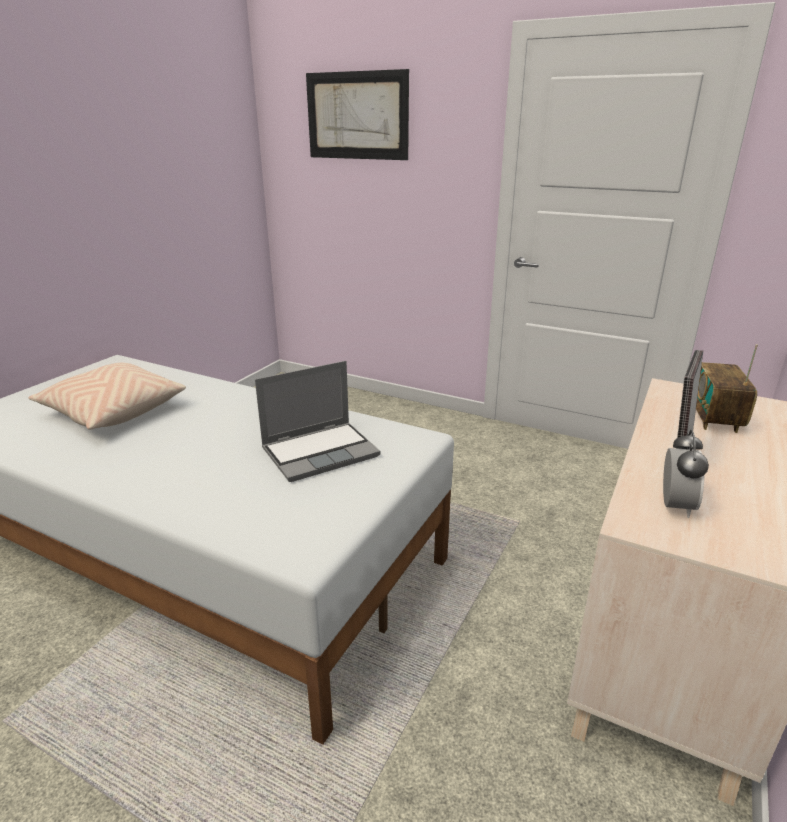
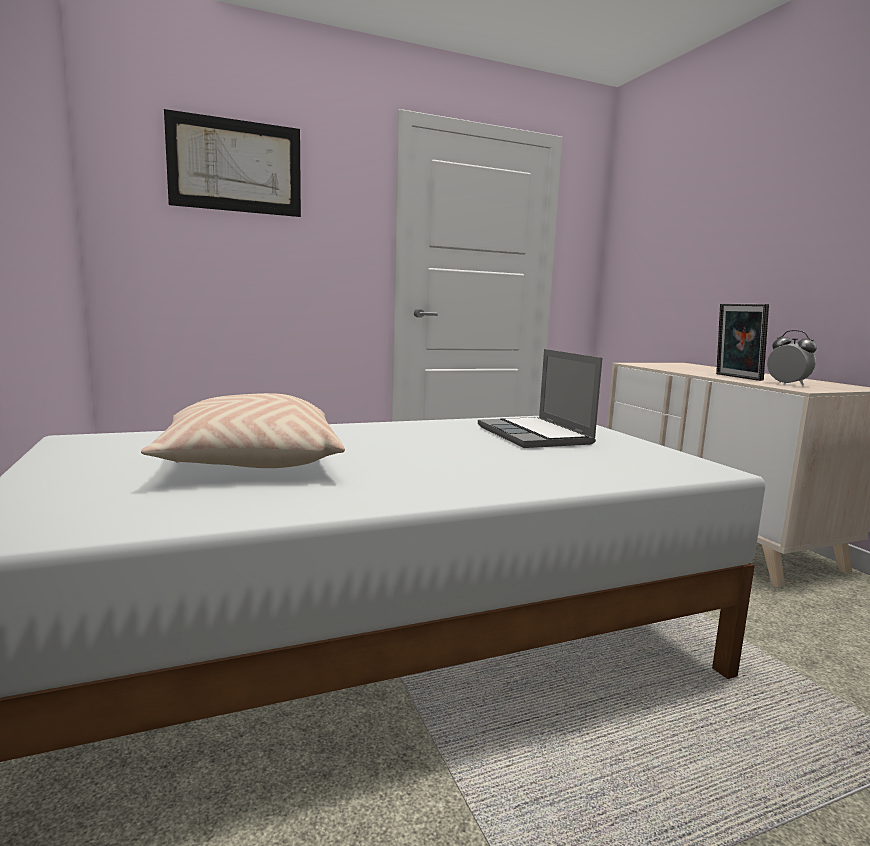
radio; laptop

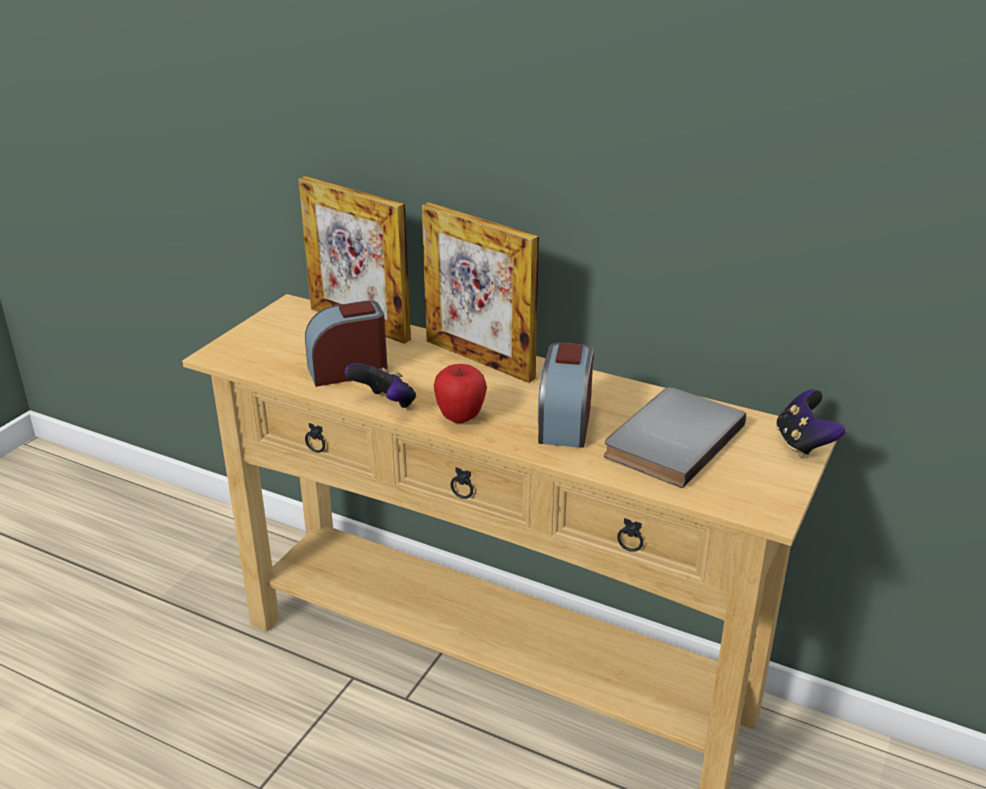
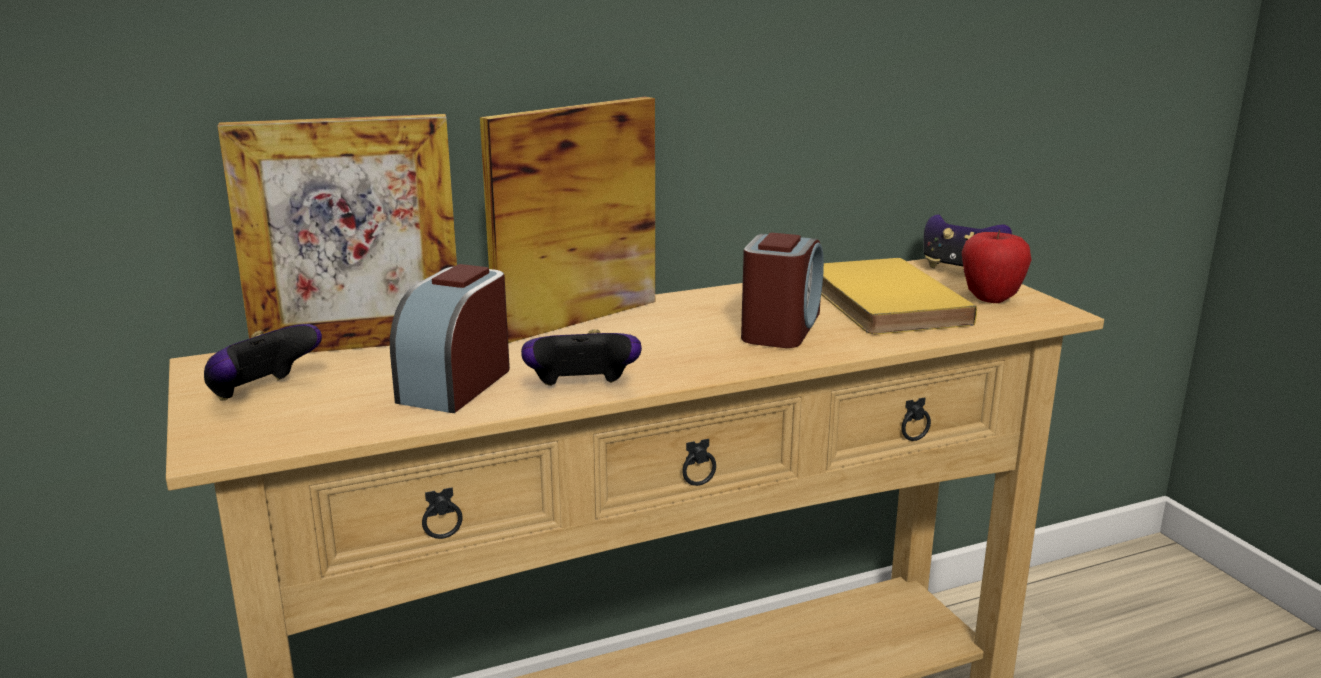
game controller (no. 1 from left); apple; yellow book; picture frame (no. 2 from left); alarm clock (no. 2 from left)

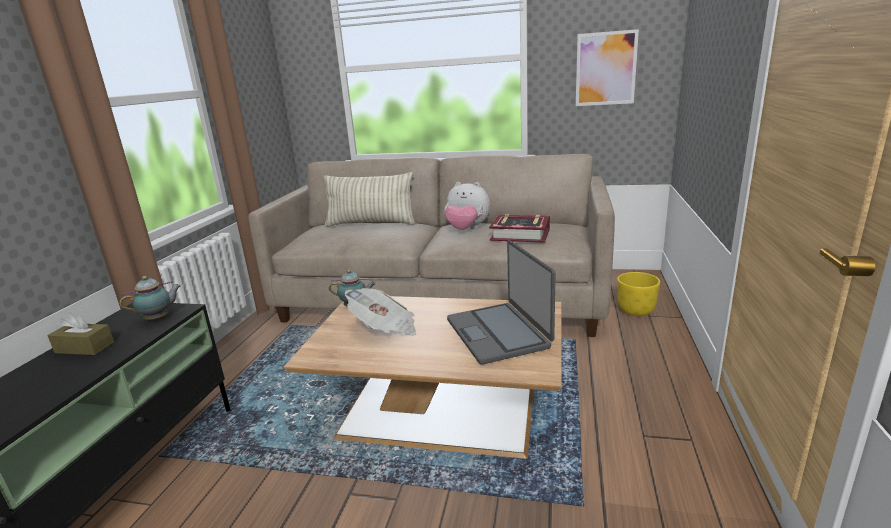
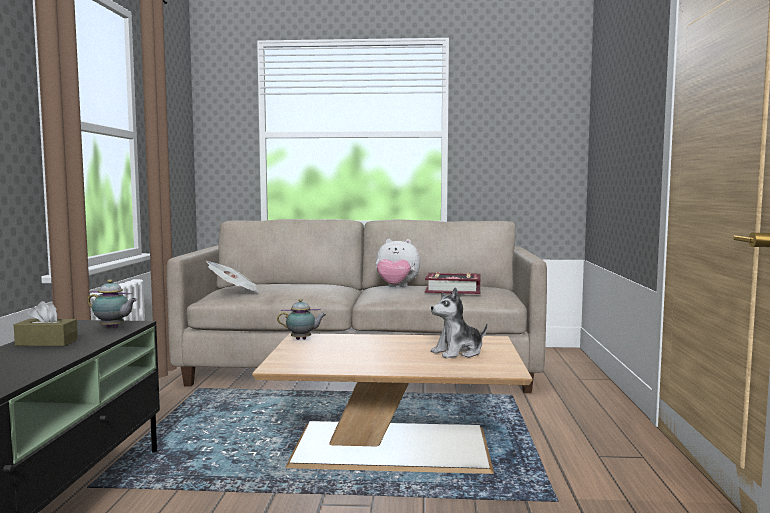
pillow; picture; yellow planter; newspaper; plush toy (no. 2 from left); teapot (no. 1 from left)

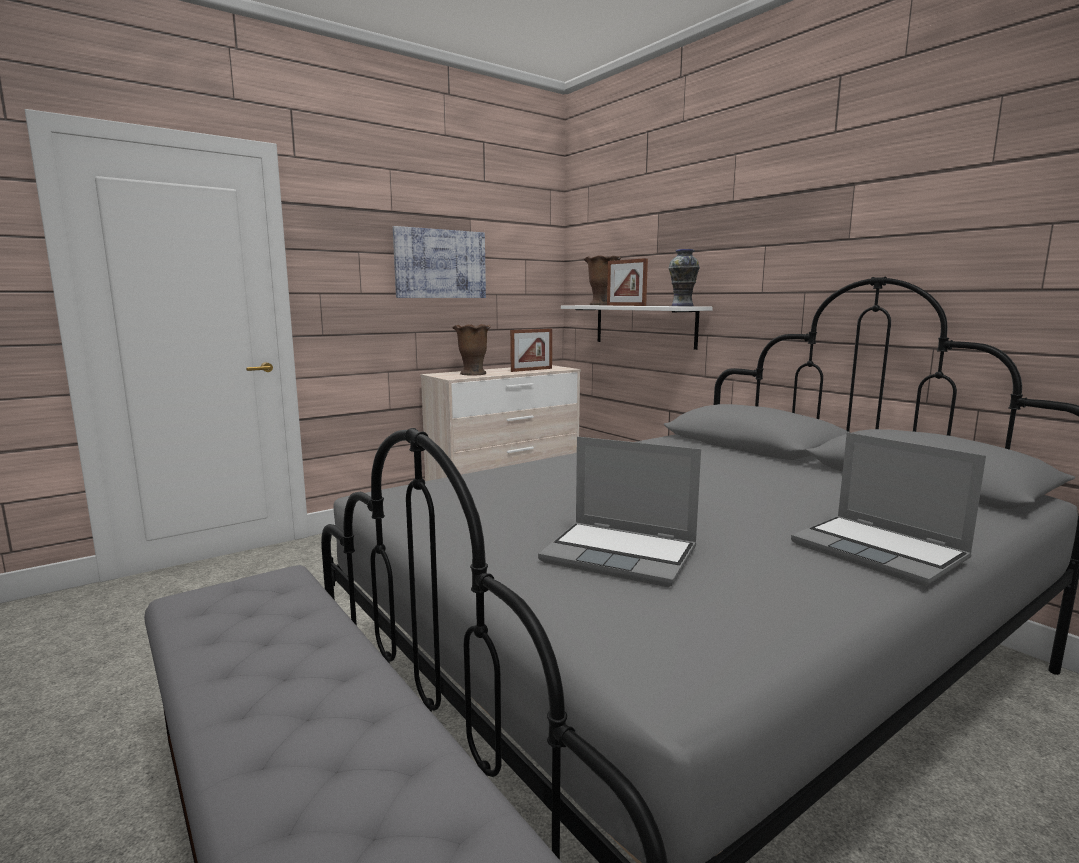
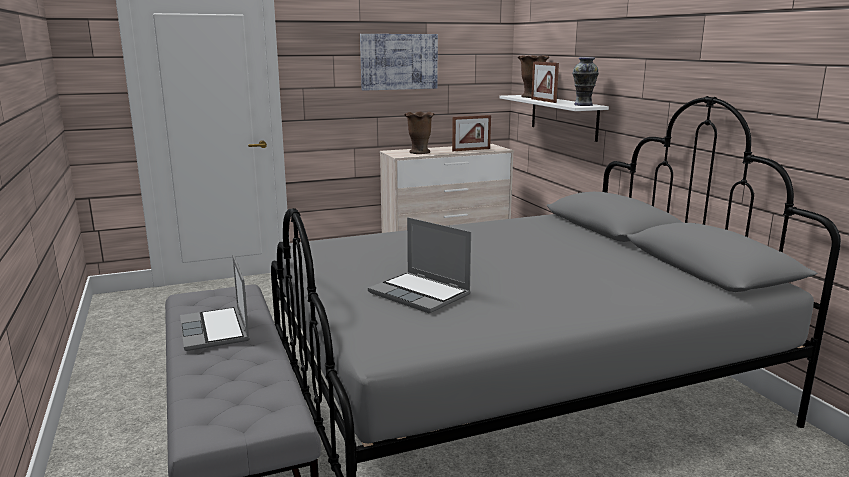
laptop (no. 1 from left)

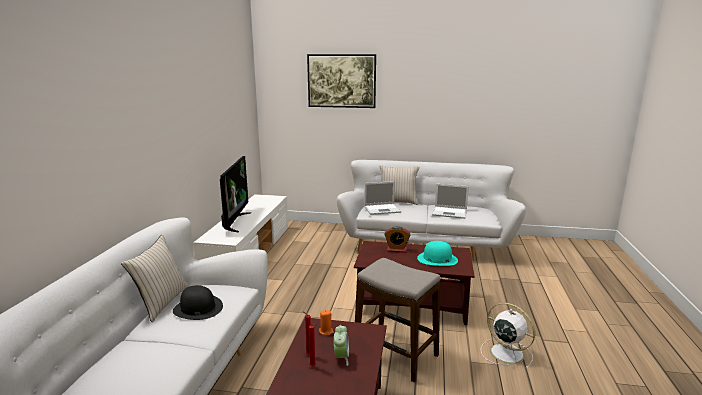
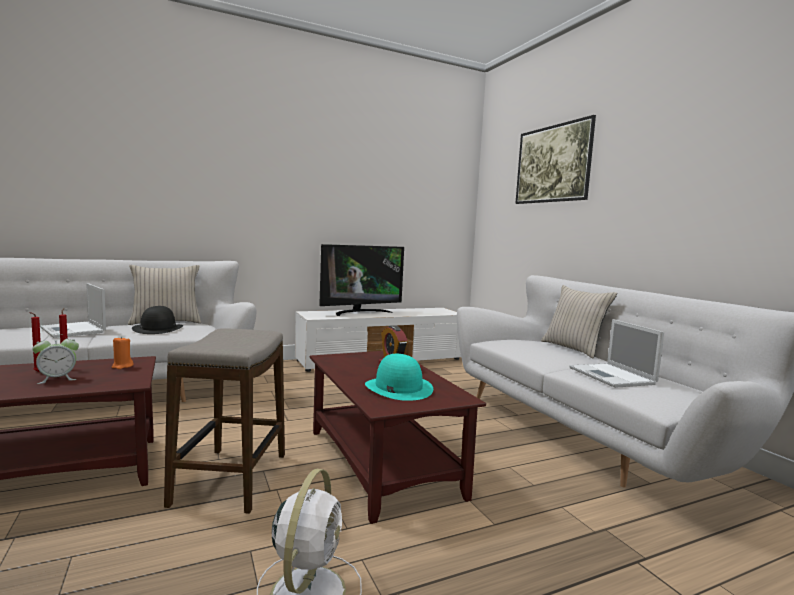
laptop (no. 1 from left)

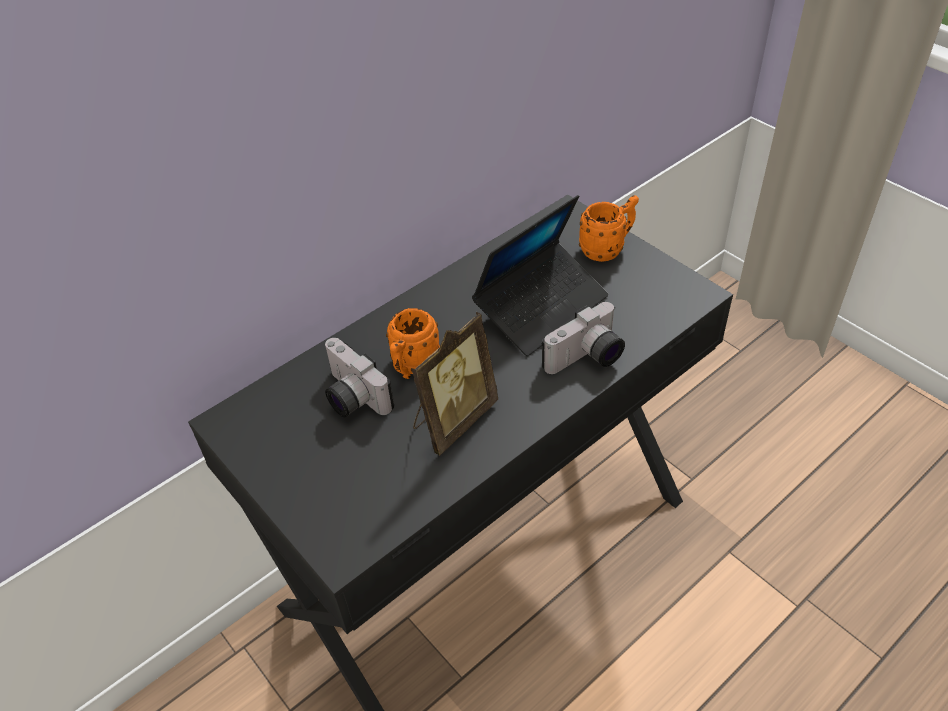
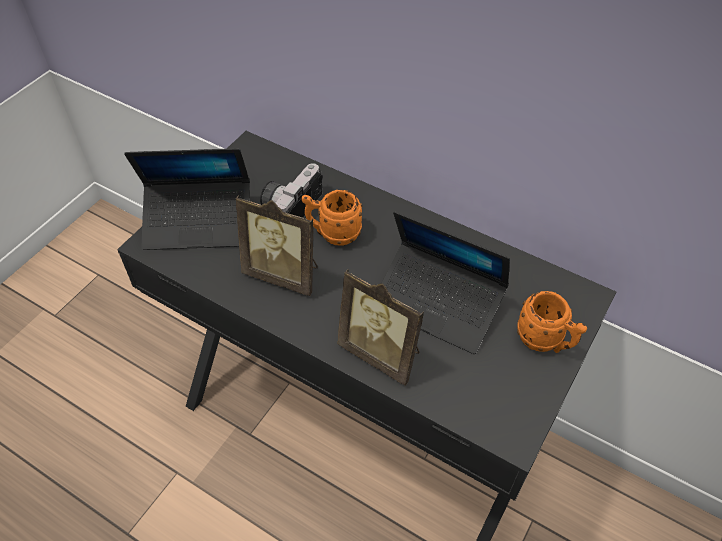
laptop (no. 1 from left); picture frame (no. 2 from left)

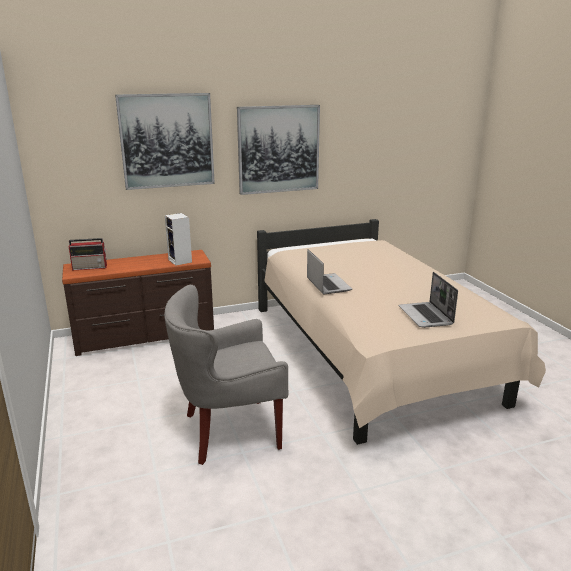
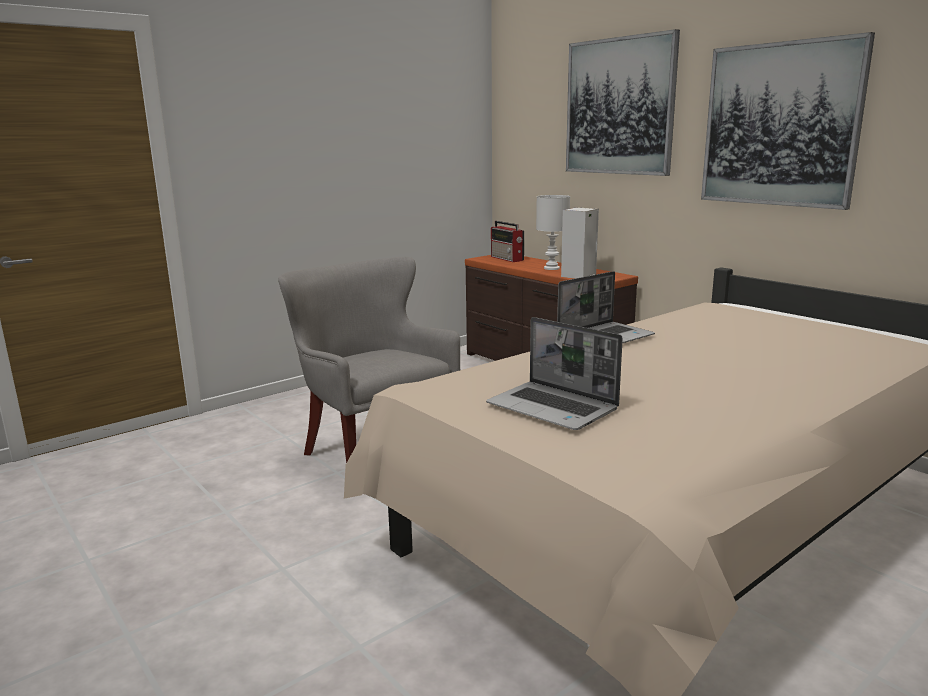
white table lamp; laptop (no. 1 from left)

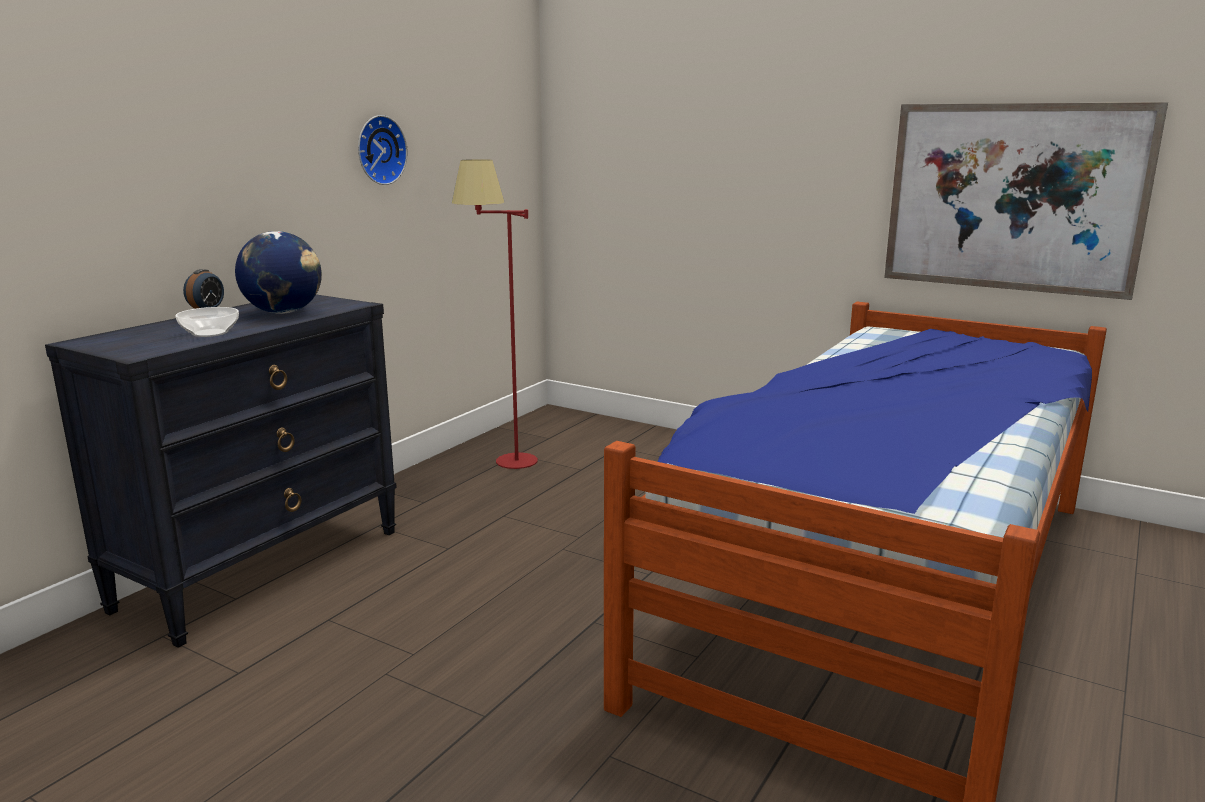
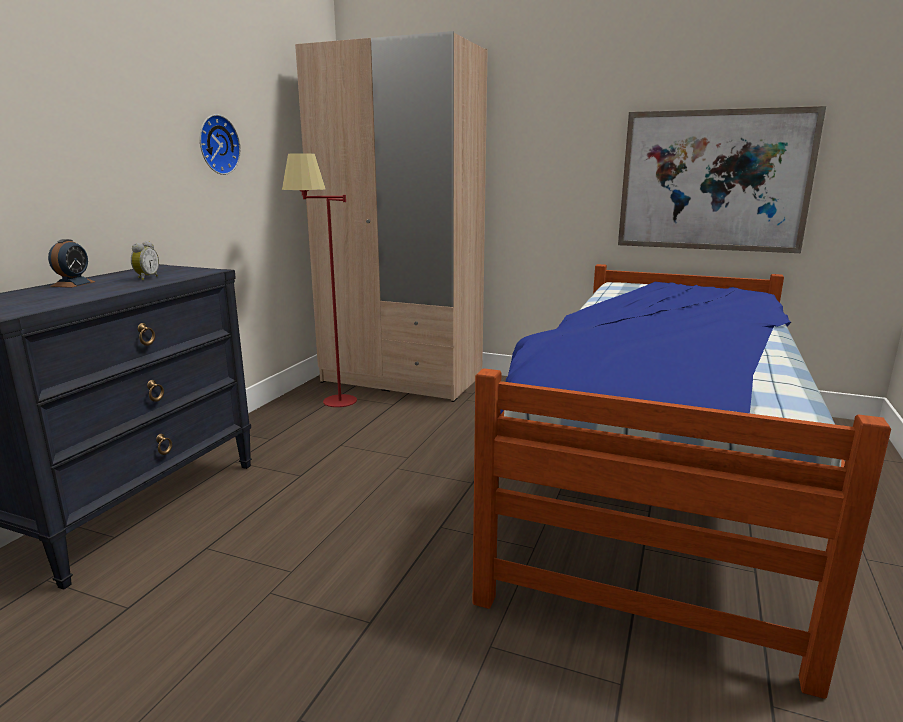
bowl; beige wardrobe; alarm clock (no. 2 from left)

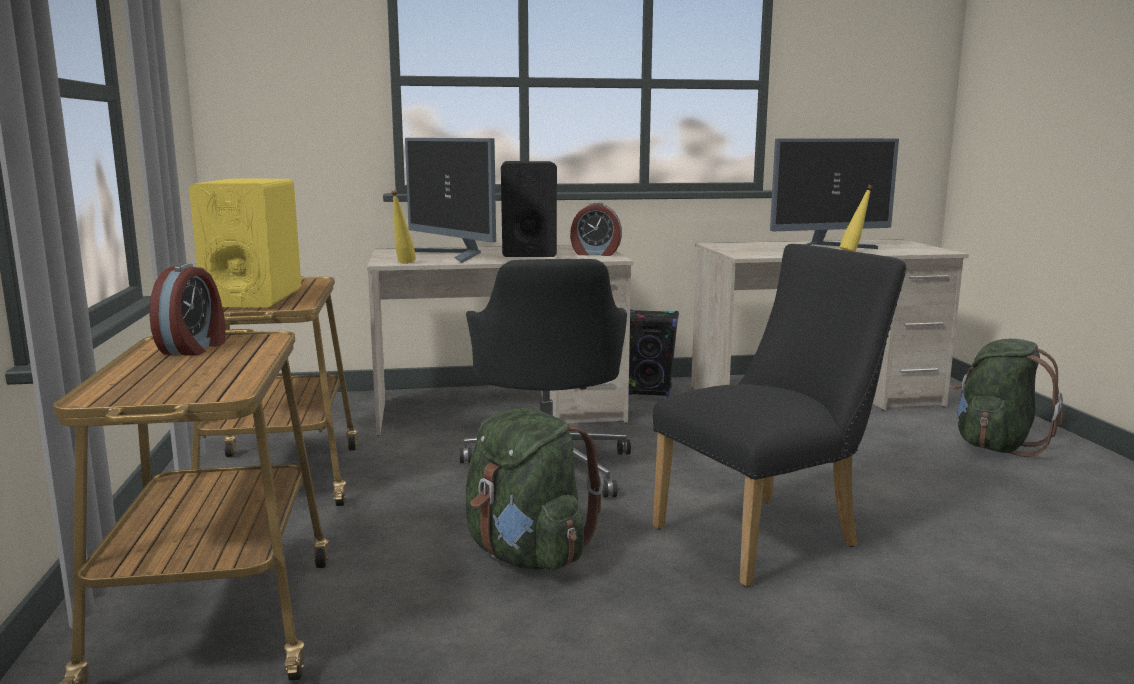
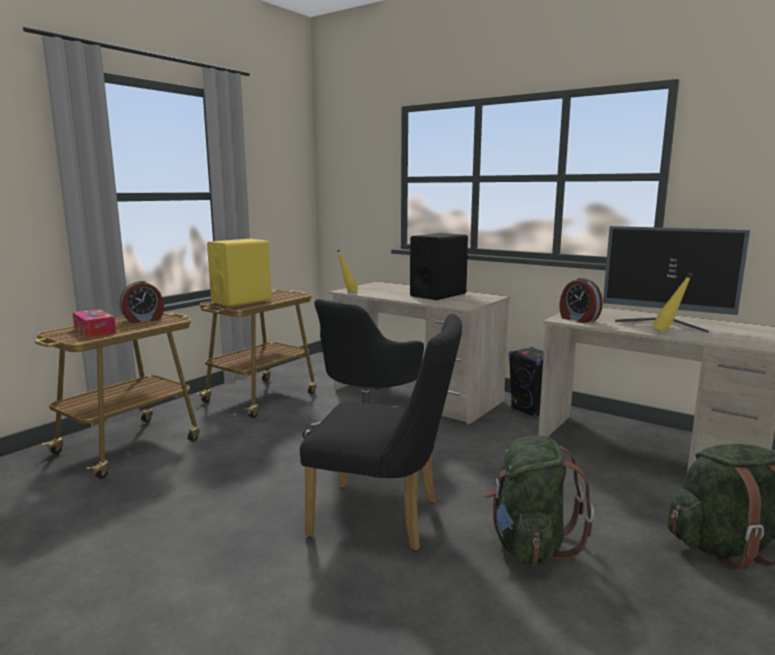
monitor (no. 1 from left in the first image); tissue box; green backpack (no. 1 from left); alarm clock (no. 2 from left)

